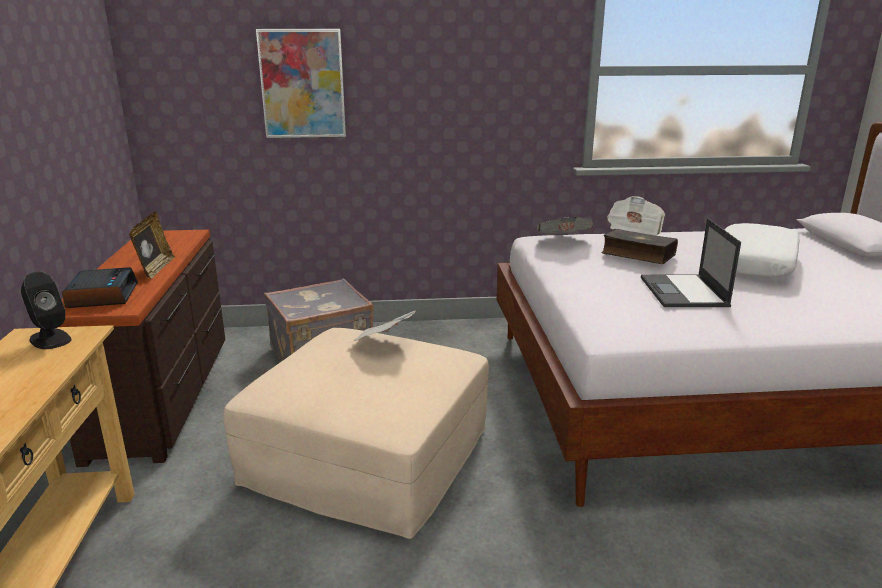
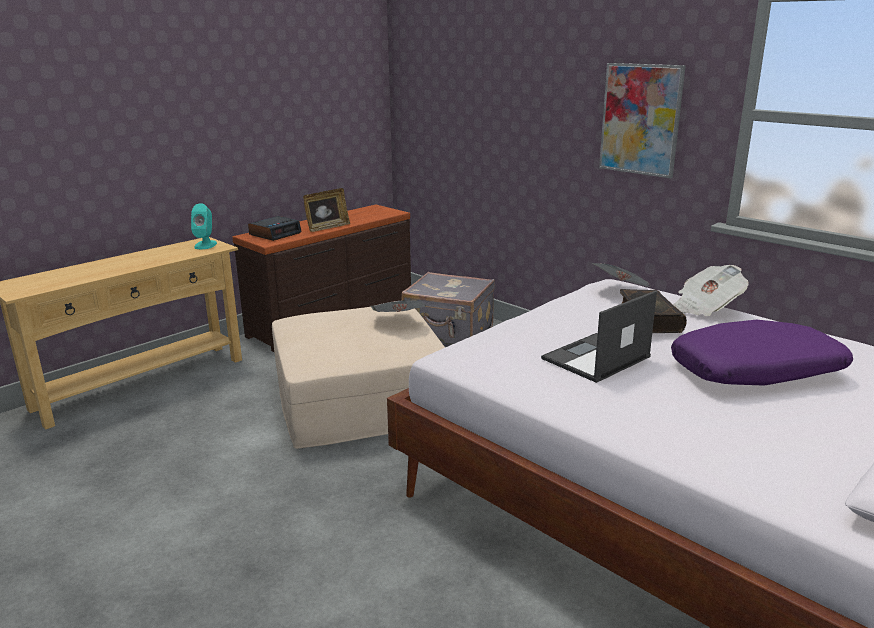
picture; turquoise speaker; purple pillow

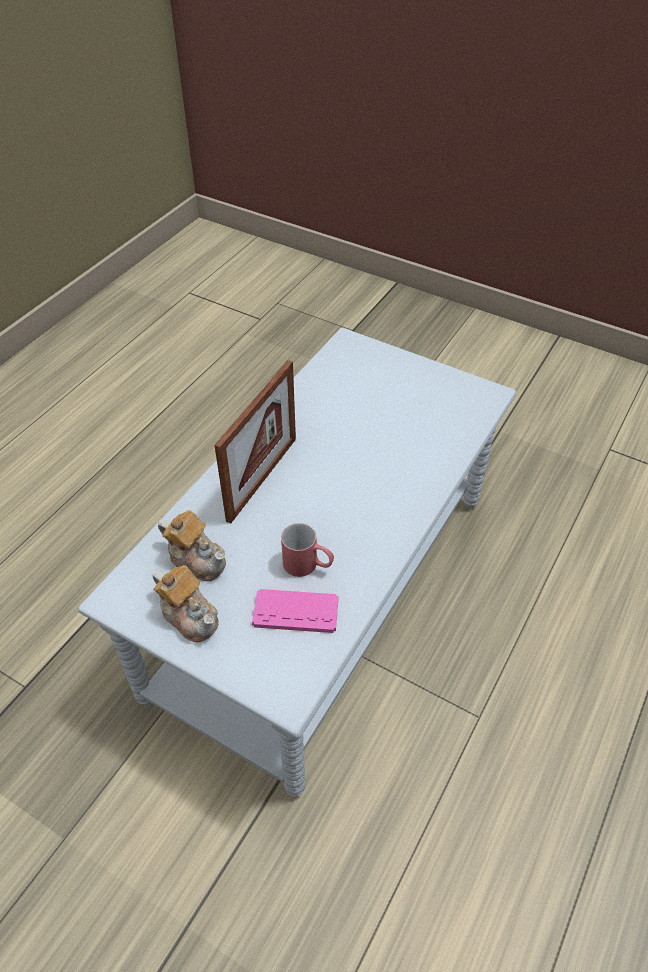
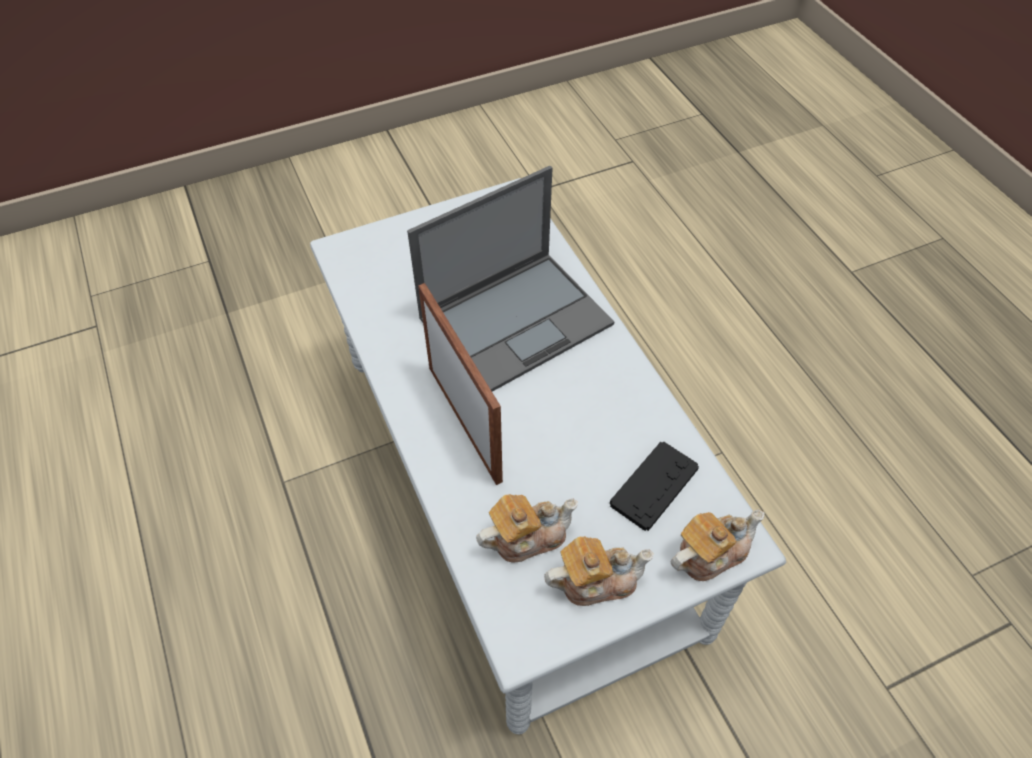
red mug; laptop; teapot (no. 3 from left); black game controller

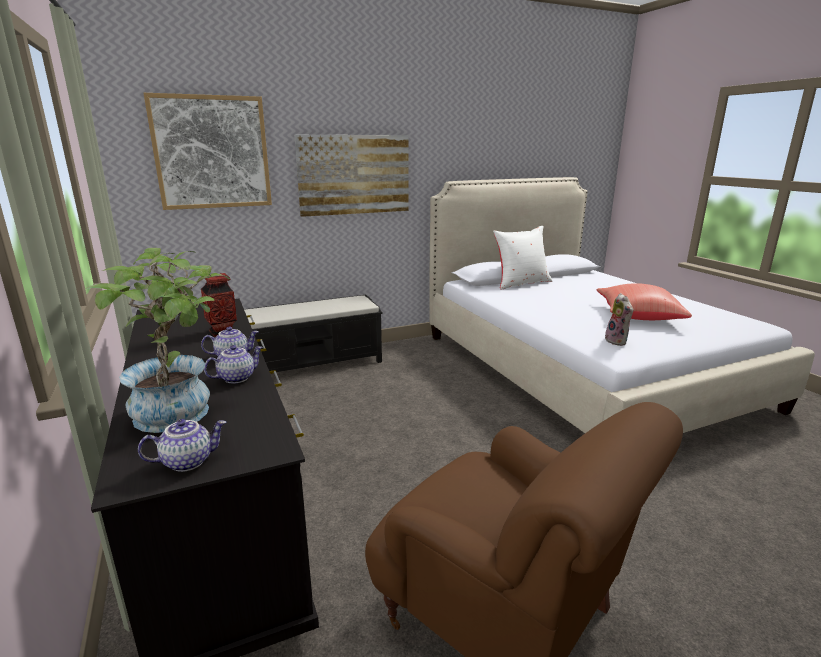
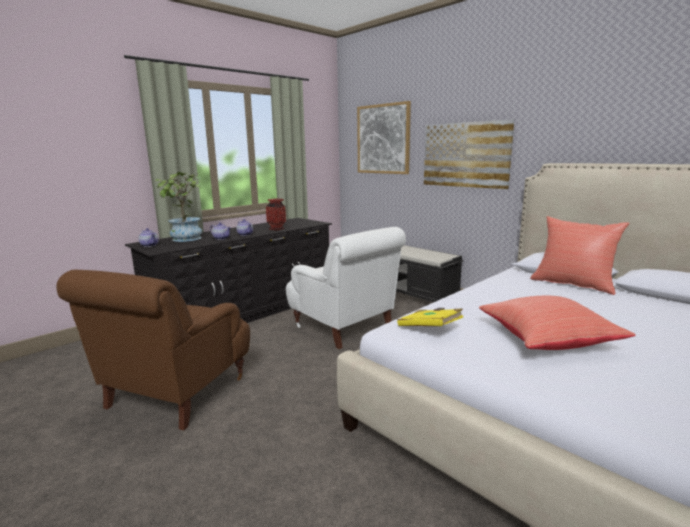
white armchair; yellow book; red pillow (no. 2 from left)

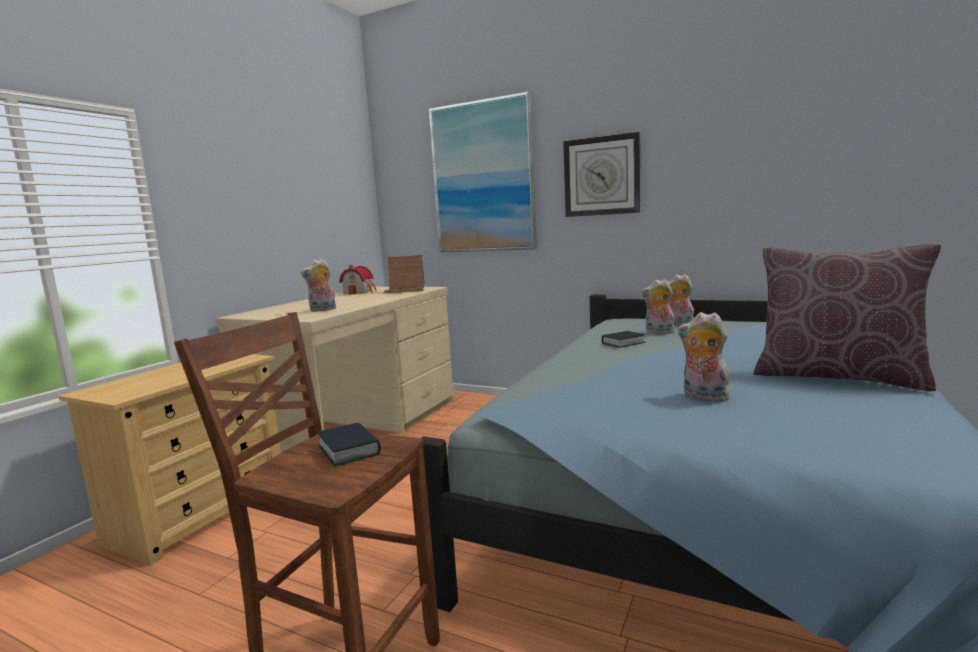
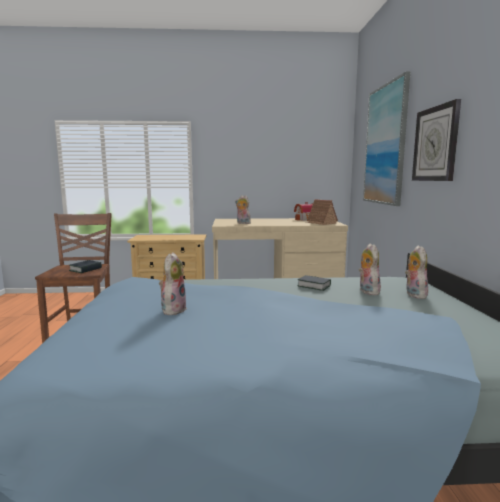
brown pillow

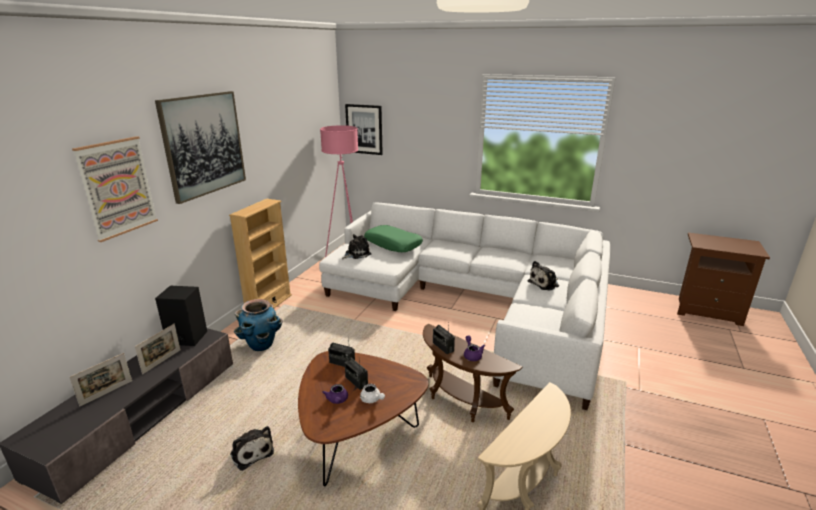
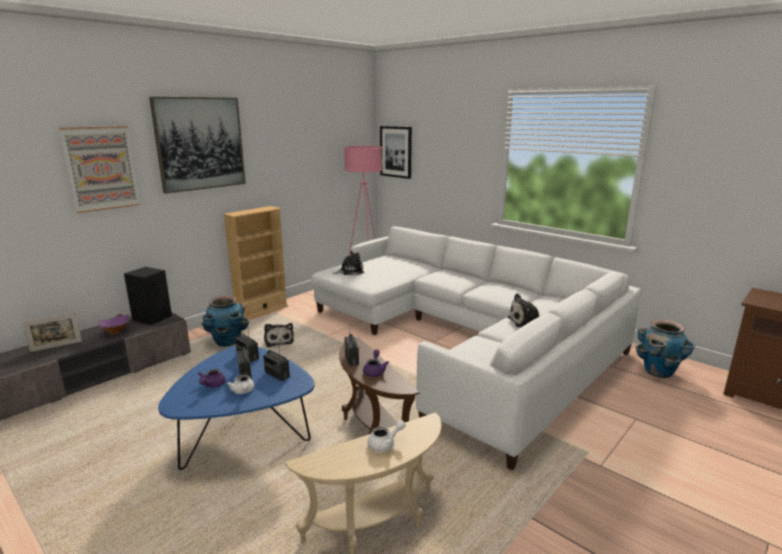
green pillow; radio (no. 3 from left); white teapot (no. 2 from left); planter (no. 2 from left); plush toy (no. 1 from left); purple bowl; blue coffee table

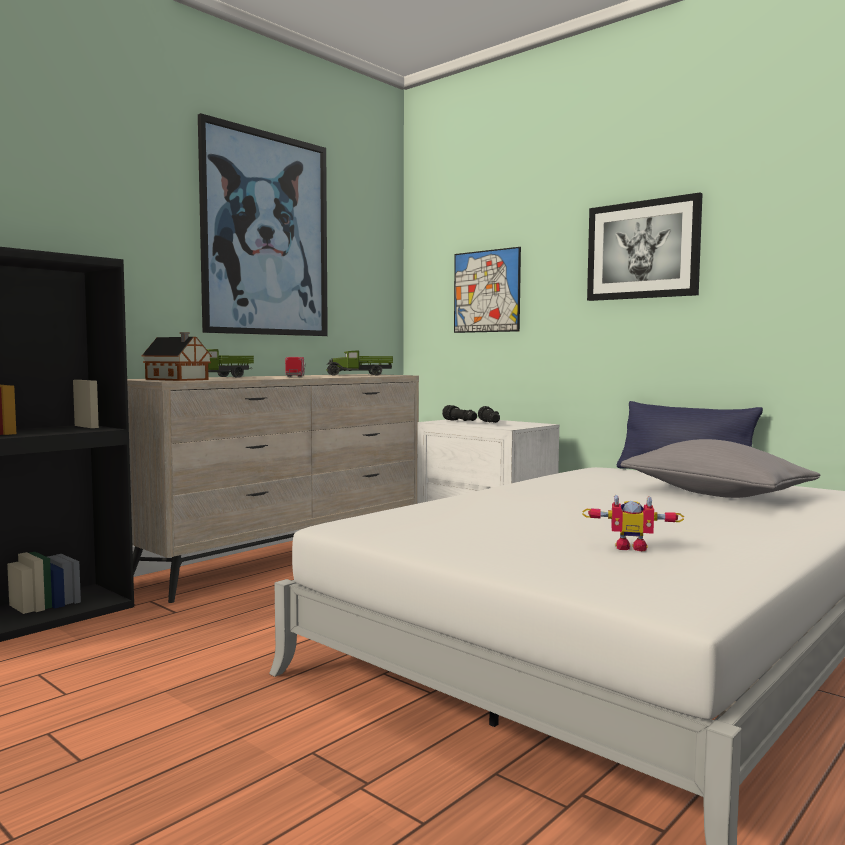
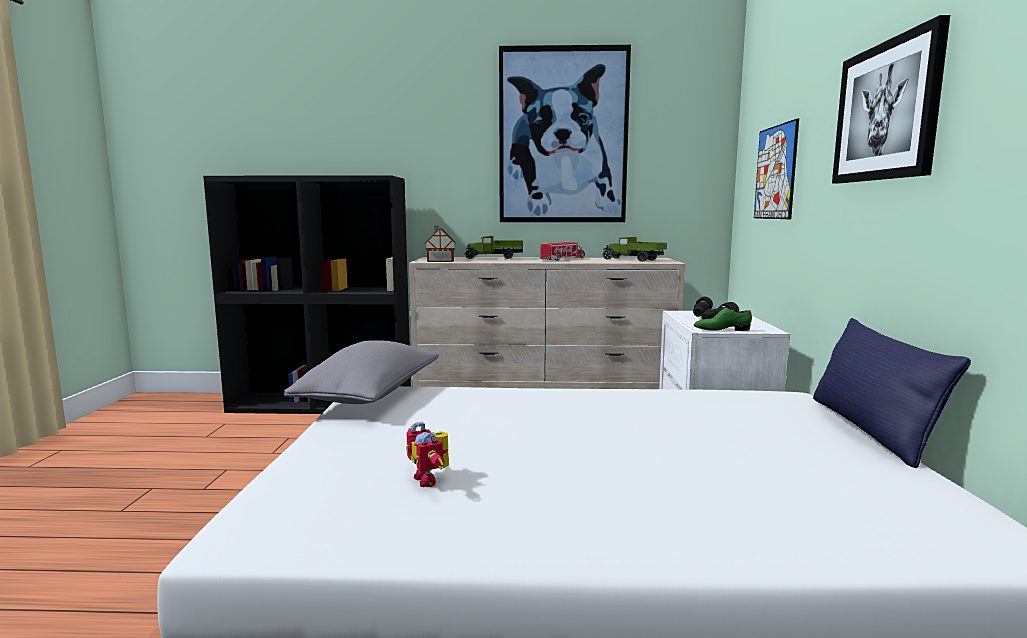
green shoe; grey pillow

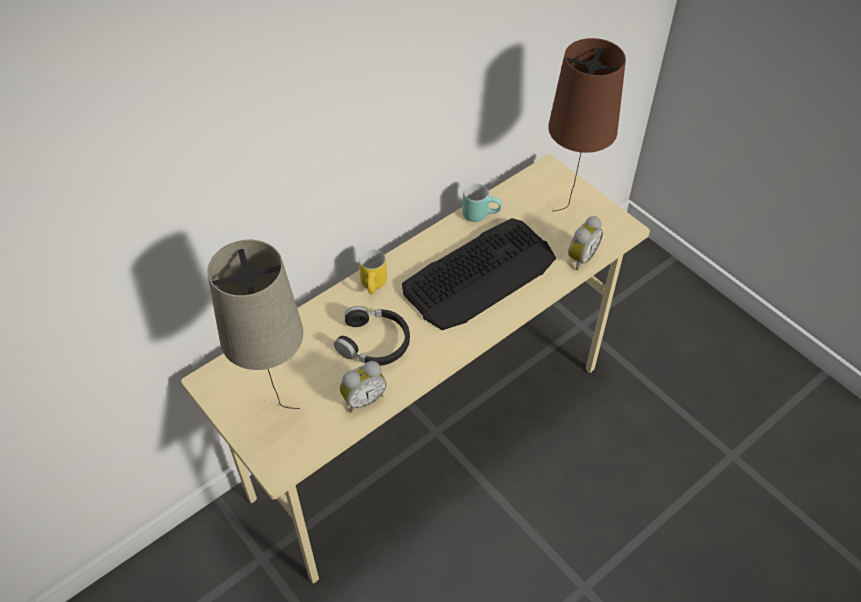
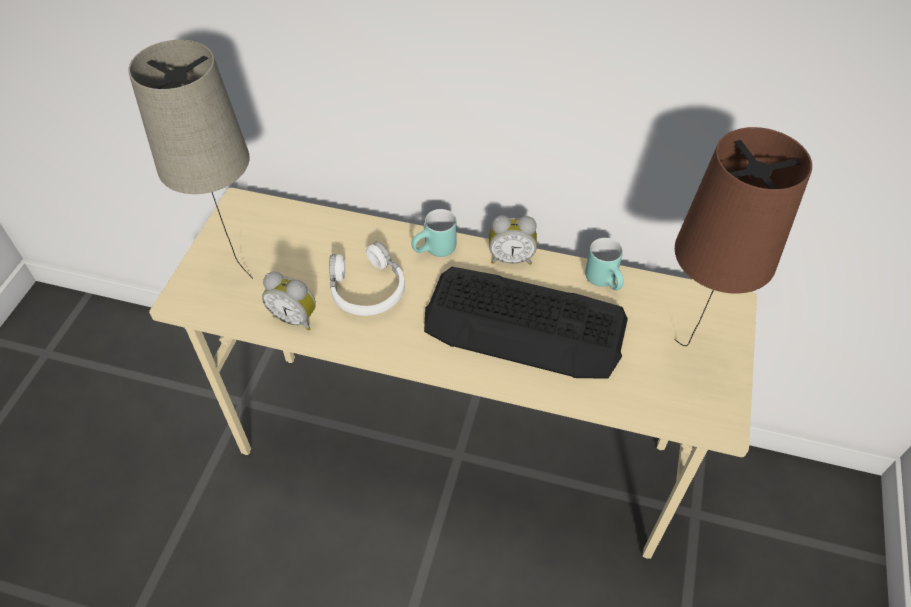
alarm clock (no. 2 from left); white headphones; turquoise mug (no. 1 from left)

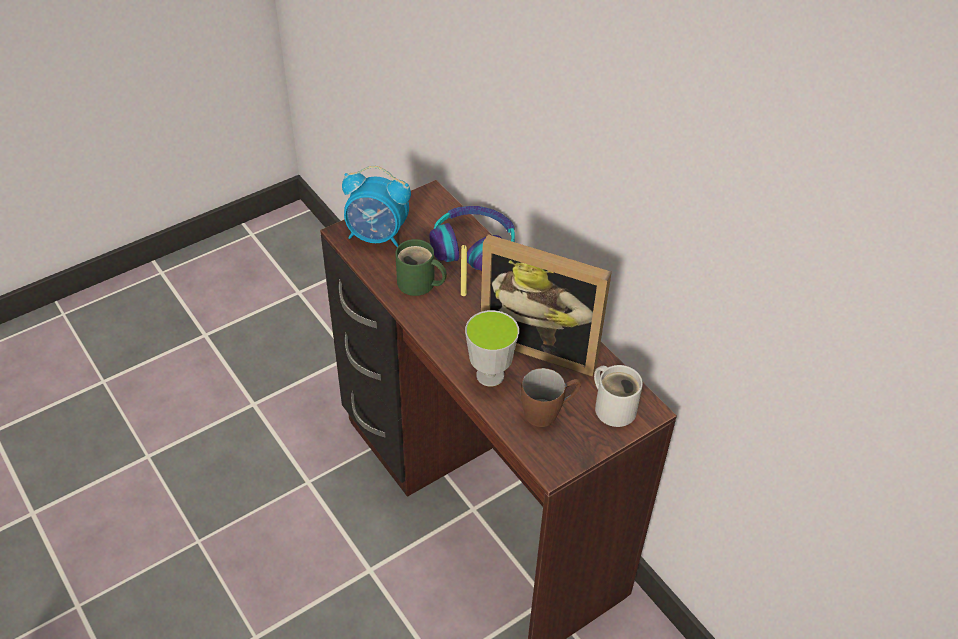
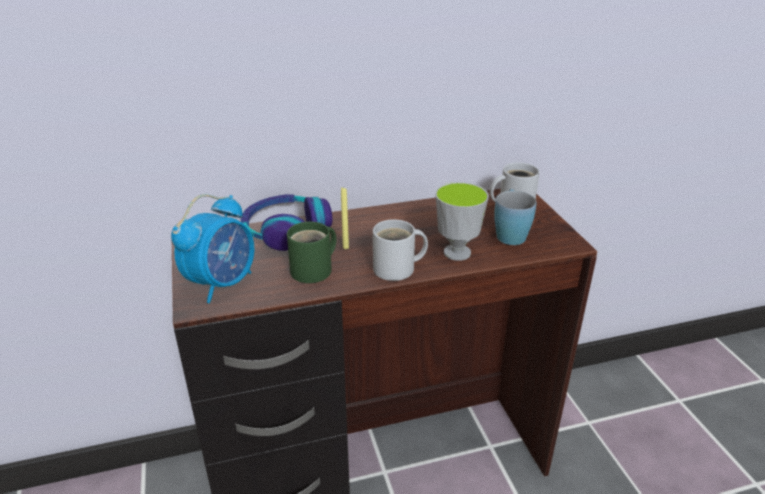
picture frame; white mug (no. 1 from left); blue mug

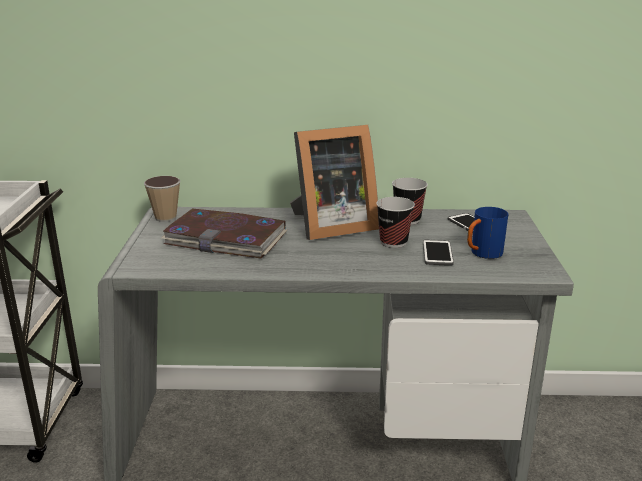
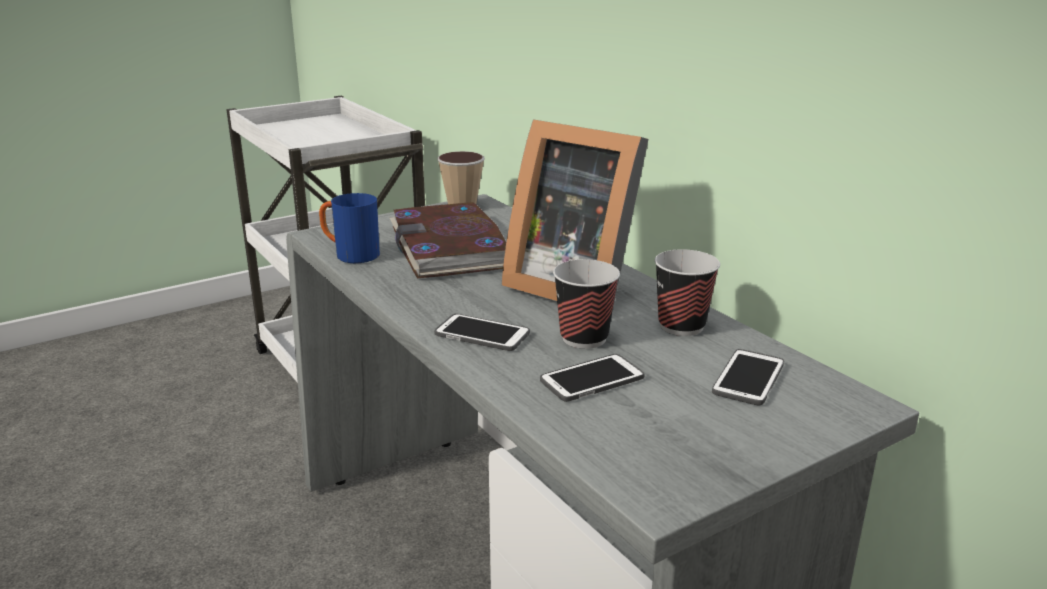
phone (no. 1 from left); blue mug

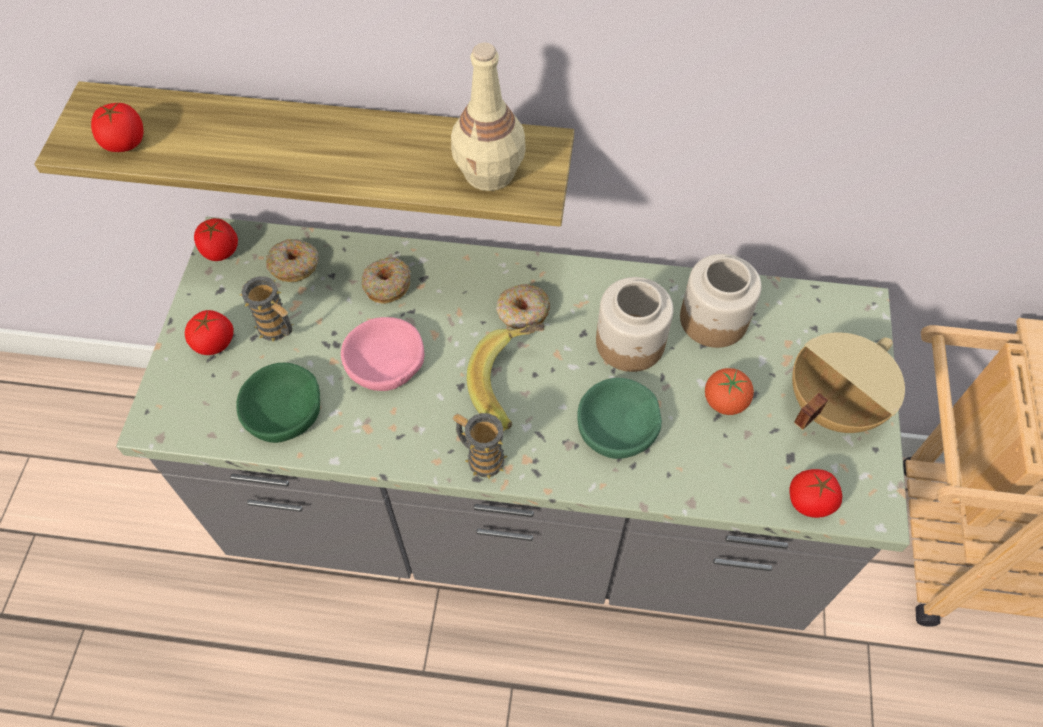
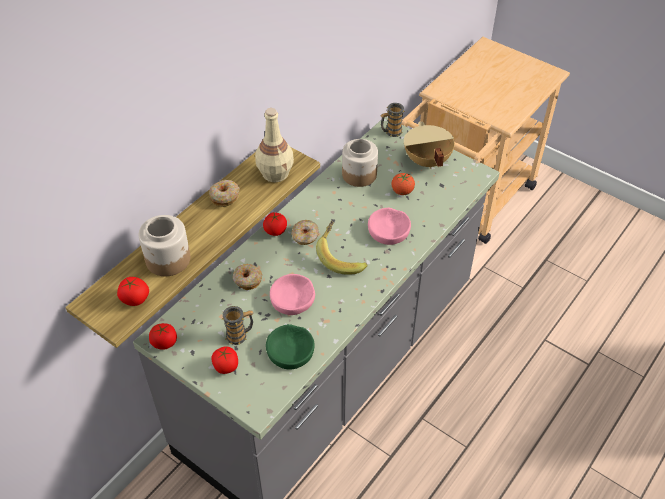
donut (no. 1 from left); mug (no. 2 from left); jar (no. 1 from left); tomato (no. 4 from left); pink bowl (no. 2 from left)

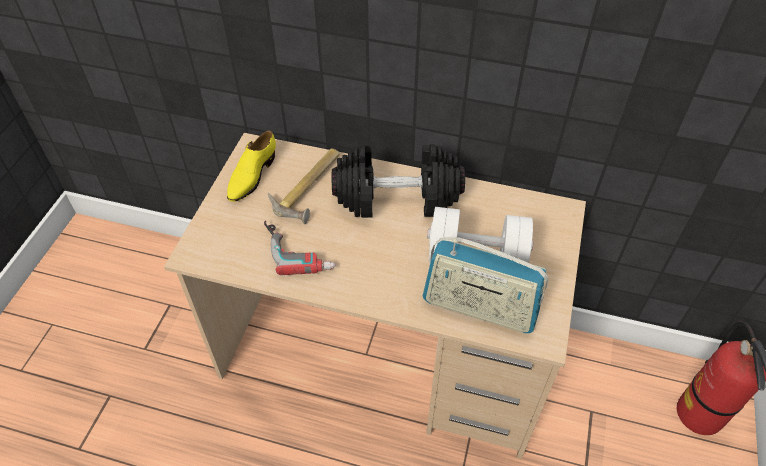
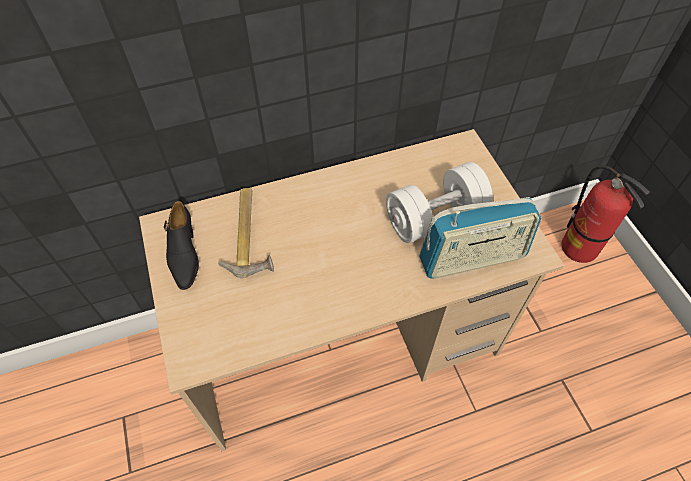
power drill; black dumbbell; black shoe

